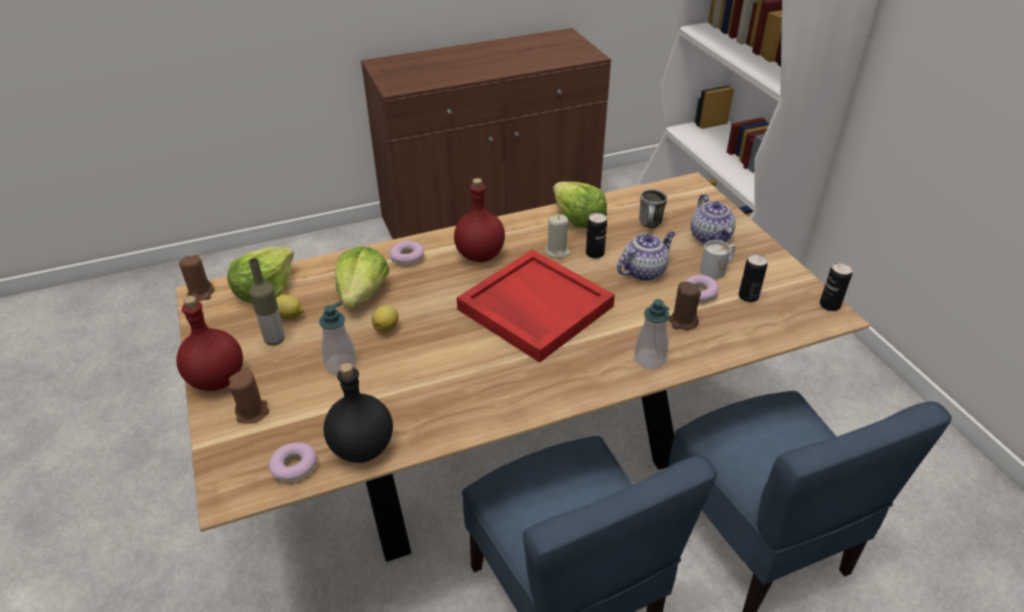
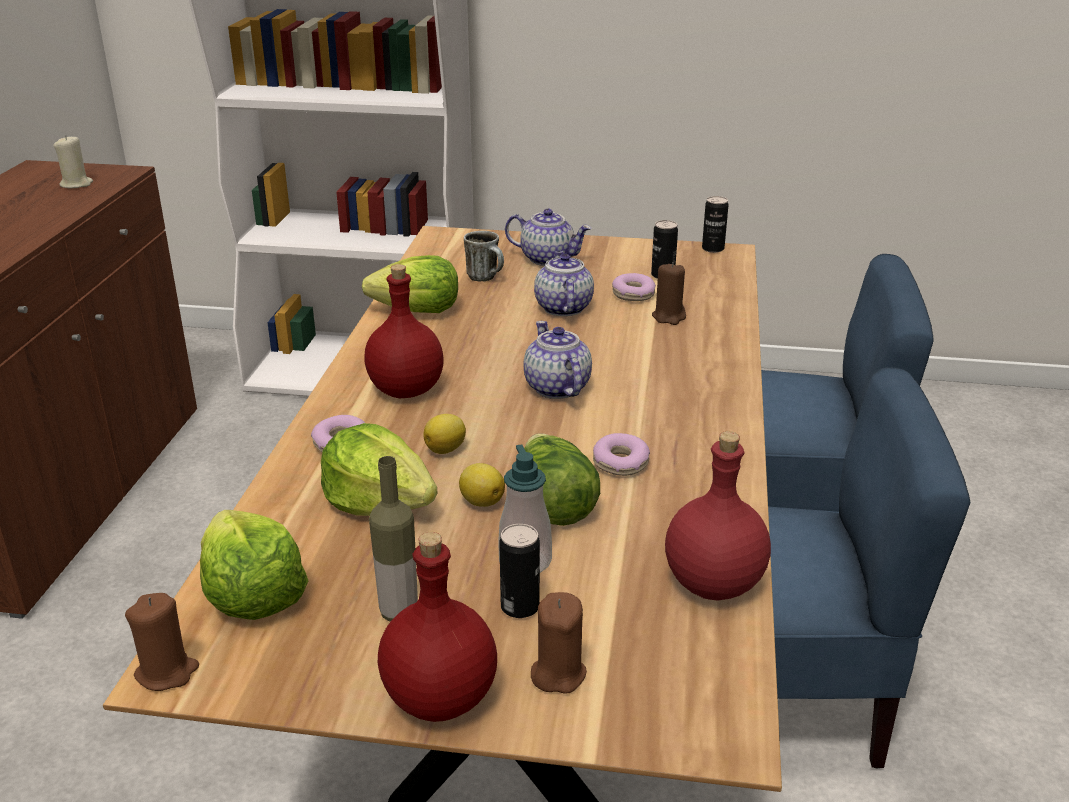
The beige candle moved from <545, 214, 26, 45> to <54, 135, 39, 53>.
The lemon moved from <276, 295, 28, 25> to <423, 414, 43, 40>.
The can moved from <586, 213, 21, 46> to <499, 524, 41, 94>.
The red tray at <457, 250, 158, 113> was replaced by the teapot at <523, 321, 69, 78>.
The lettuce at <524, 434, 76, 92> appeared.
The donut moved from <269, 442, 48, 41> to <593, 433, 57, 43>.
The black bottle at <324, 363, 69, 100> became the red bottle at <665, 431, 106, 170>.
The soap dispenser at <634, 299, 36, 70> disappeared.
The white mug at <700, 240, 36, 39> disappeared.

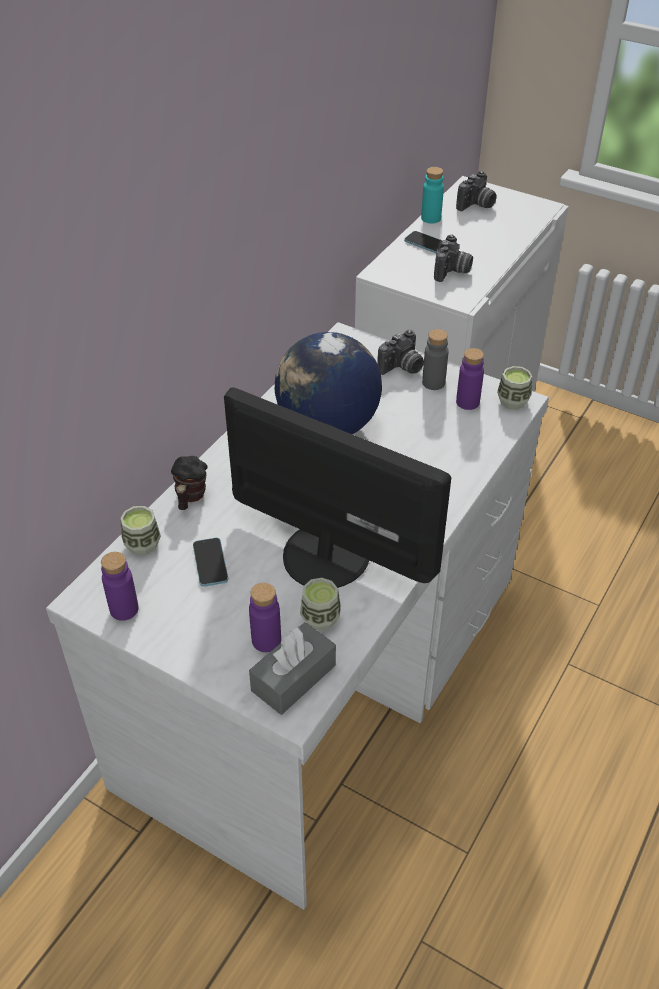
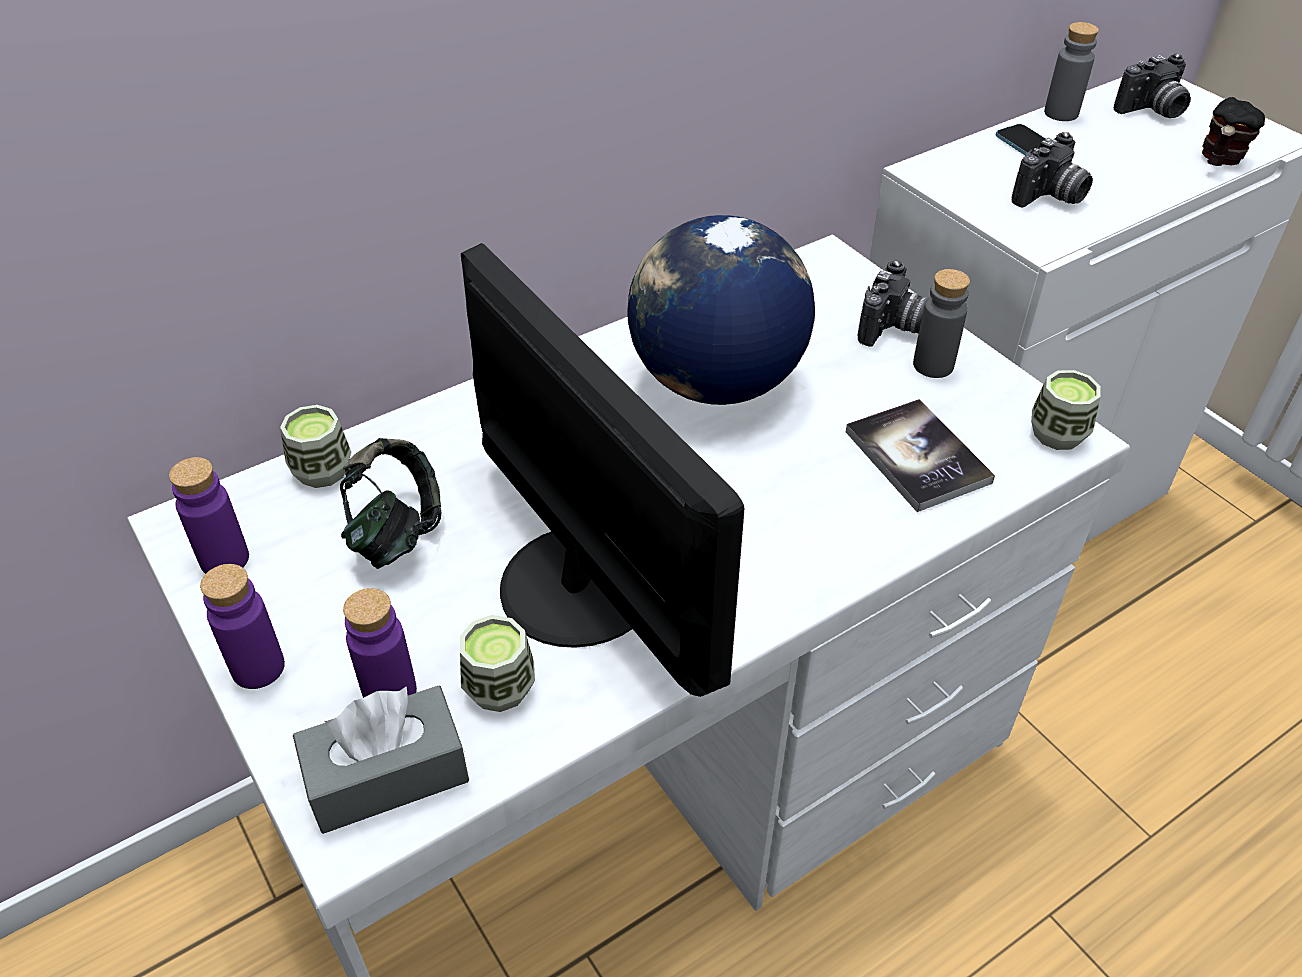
The purple bottle moved from <456, 348, 28, 62> to <200, 564, 85, 125>.
The phone at <193, 538, 35, 49> was replaced by the headphones at <340, 438, 101, 131>.
The book at <846, 399, 149, 113> appeared.
The photo camera at <377, 330, 47, 45> turned 45 degrees counterclockwise.
The turquoise bottle at <421, 167, 23, 57> became the grey bottle at <1044, 22, 55, 99>.
The mug moved from <171, 456, 37, 54> to <1202, 97, 63, 69>.

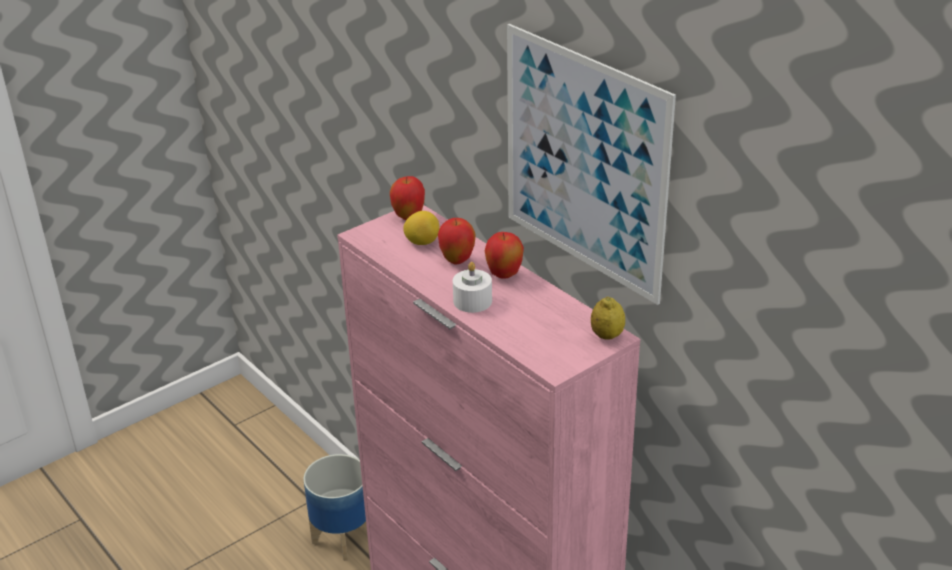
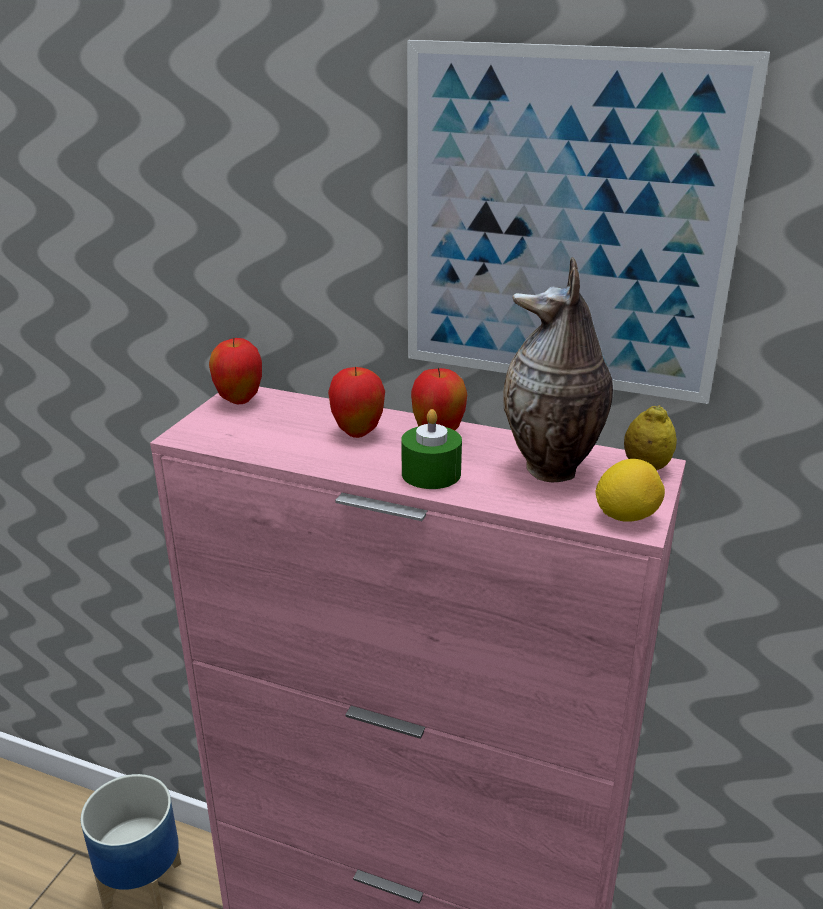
The white candle at <453, 262, 39, 51> became the green candle at <401, 409, 61, 80>.
The vase at <503, 257, 110, 225> appeared.
The lemon moved from <403, 211, 36, 34> to <595, 459, 70, 63>.

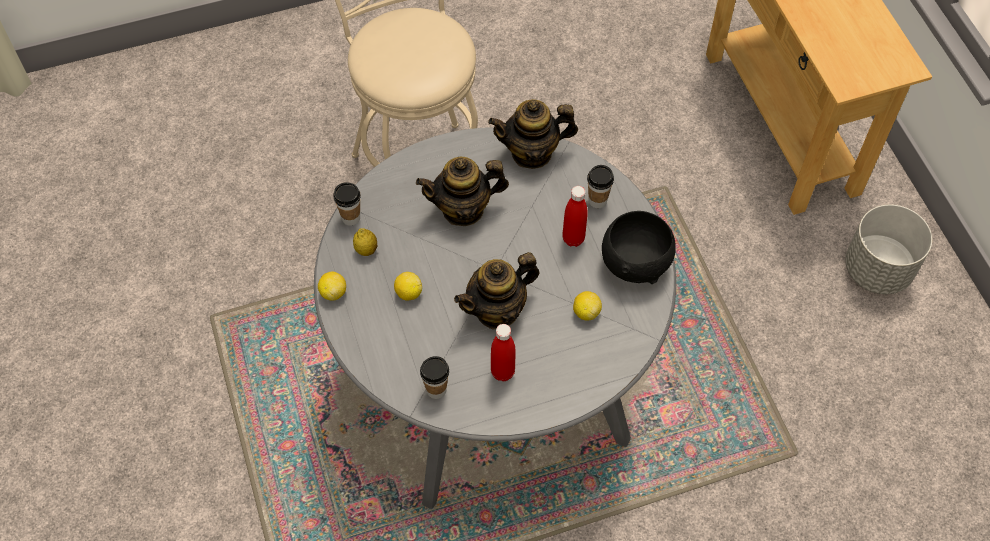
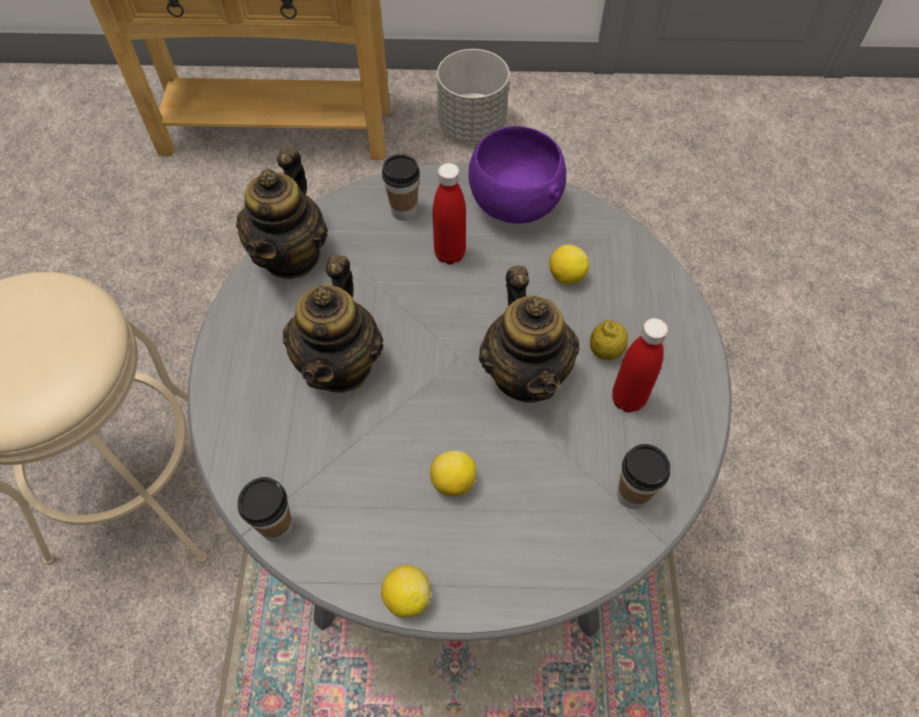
The black bowl at <602, 211, 74, 73> became the purple bowl at <468, 126, 98, 98>.
The lemon moved from <353, 228, 25, 28> to <590, 320, 38, 40>.

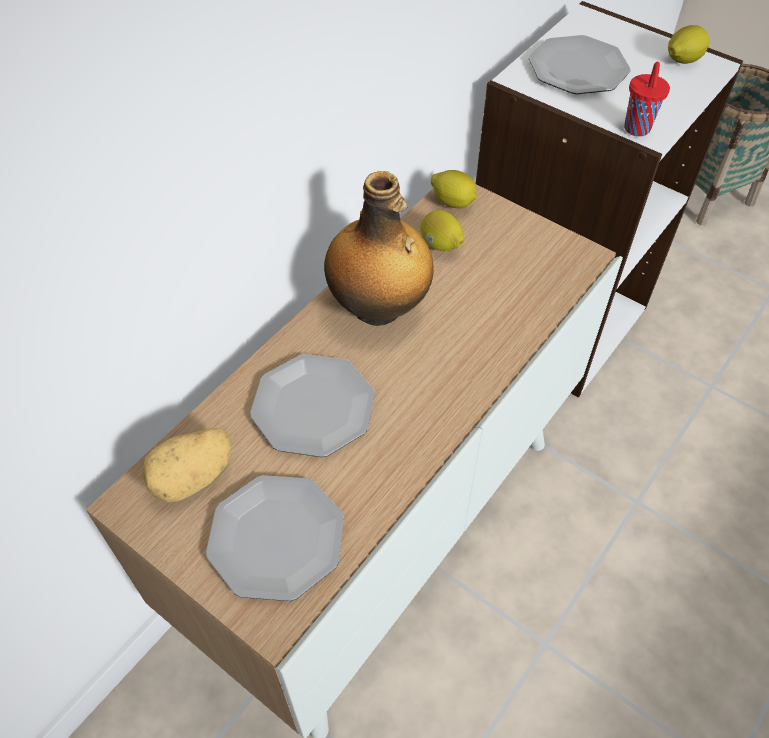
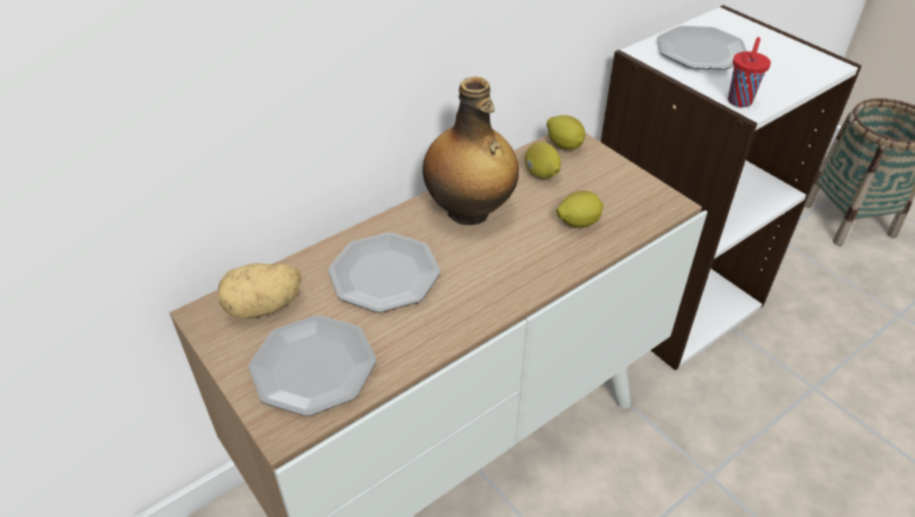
The lemon moved from <668, 25, 41, 39> to <556, 191, 48, 37>.

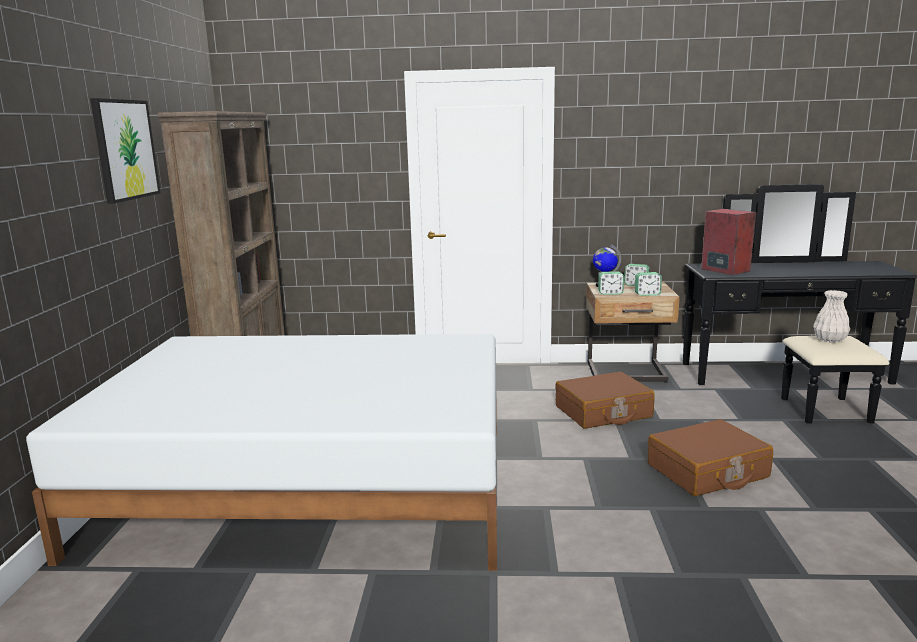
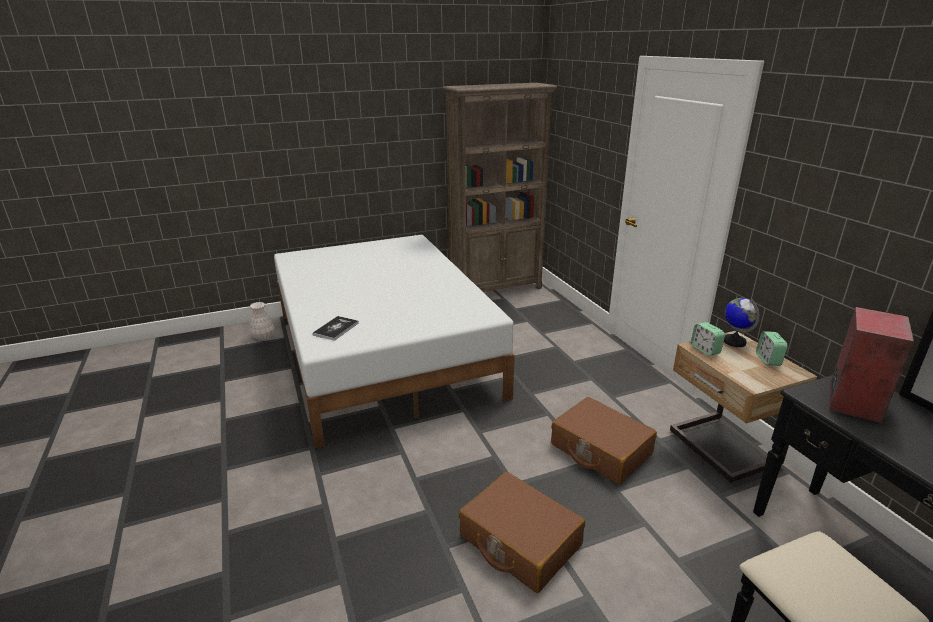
The white vase moved from <813, 290, 37, 53> to <249, 302, 25, 38>.
The book at <313, 316, 46, 25> appeared.
The picture at <90, 98, 70, 106> disappeared.
The alarm clock at <635, 272, 27, 24> disappeared.

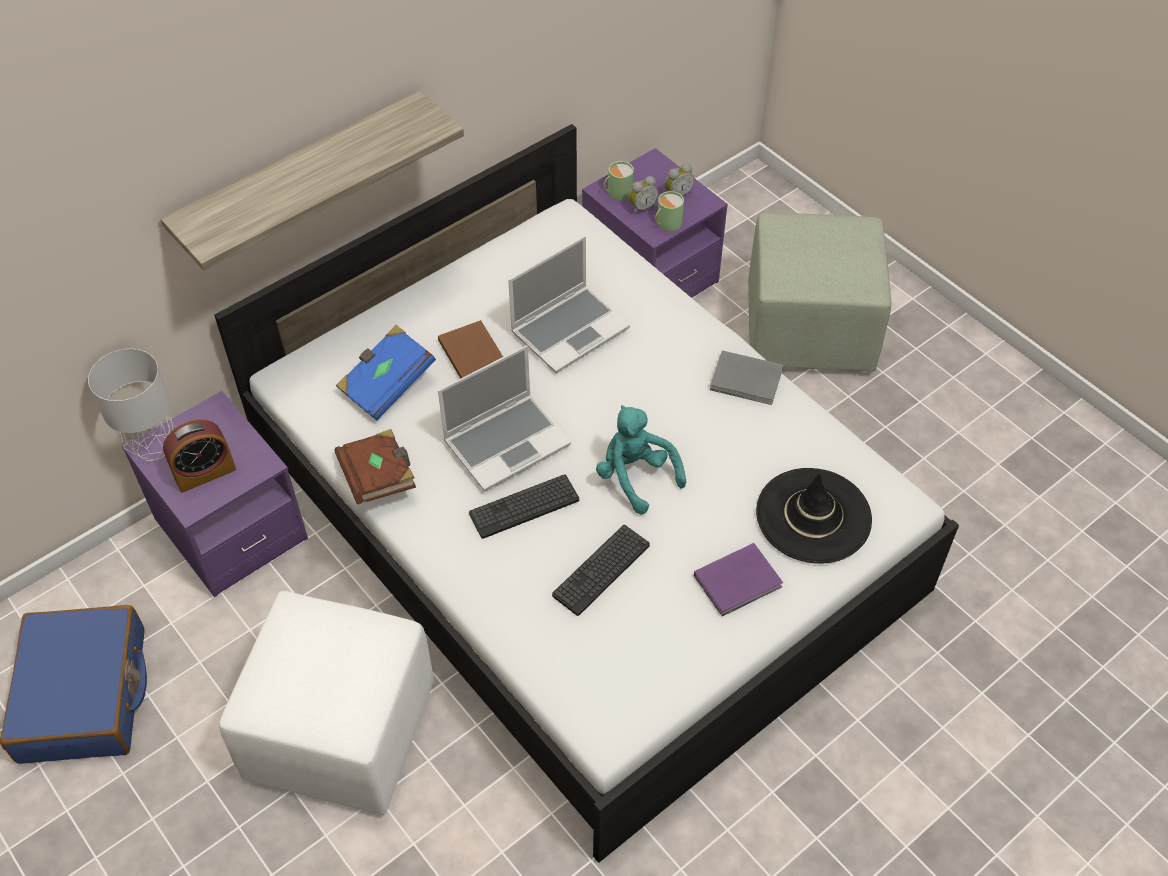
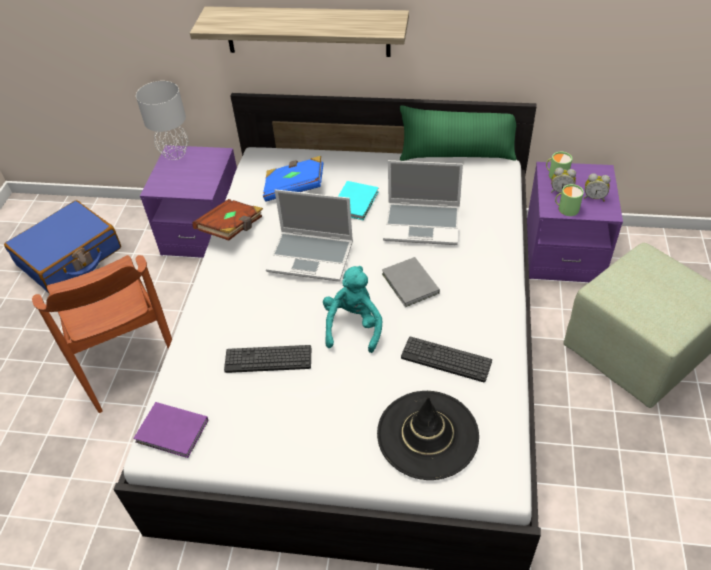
The white ottoman at <219, 591, 215, 224> was replaced by the brown chair at <32, 255, 140, 158>.
The purple book moved from <694, 543, 89, 74> to <133, 402, 75, 56>.
The brown book at <438, 320, 65, 59> became the turquoise book at <338, 181, 41, 39>.
The grey book moved from <710, 350, 73, 55> to <382, 257, 58, 50>.
The green pillow at <400, 105, 116, 56> appeared.
The keyboard moved from <469, 474, 110, 65> to <401, 337, 91, 45>.
The alarm clock at <163, 419, 73, 74> disappeared.

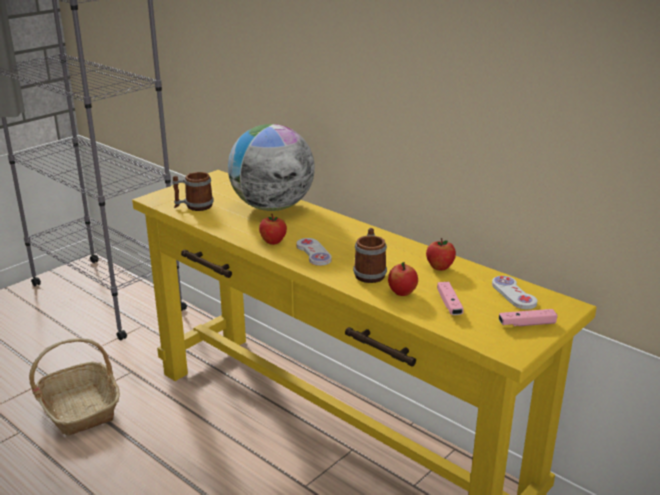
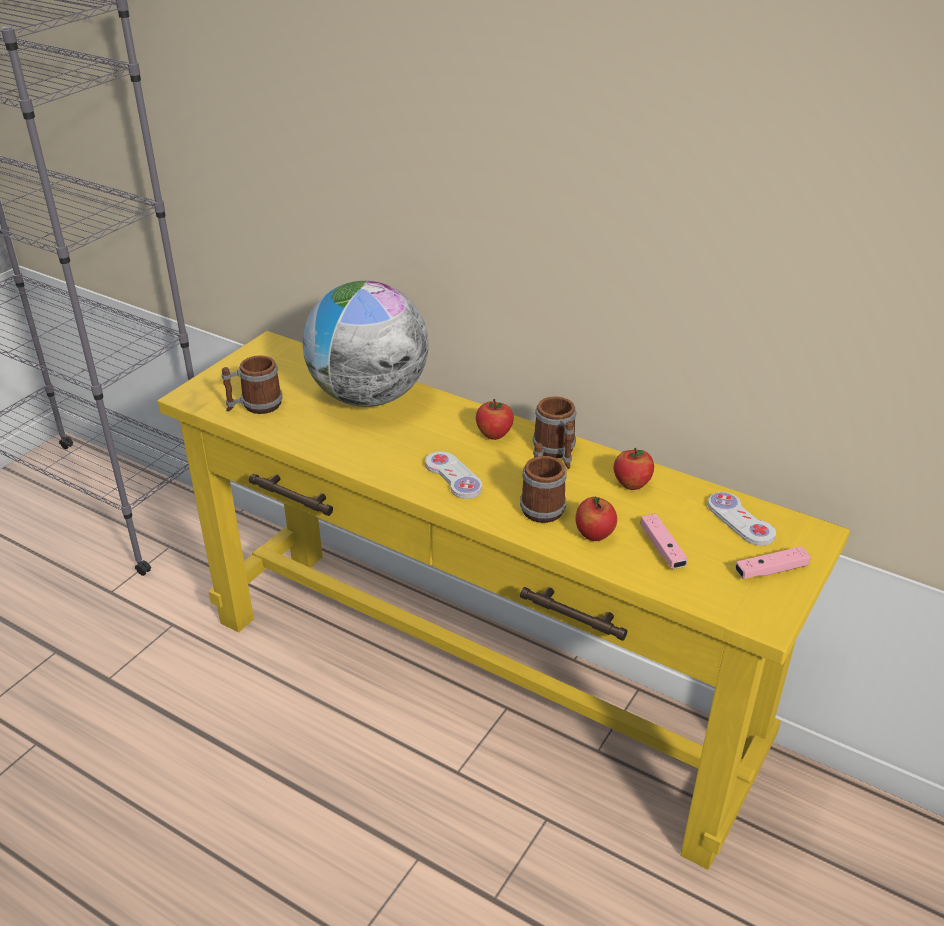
The apple moved from <259, 214, 28, 31> to <476, 399, 38, 41>.
The mug at <533, 396, 43, 73> appeared.
The basket at <29, 338, 91, 98> disappeared.

